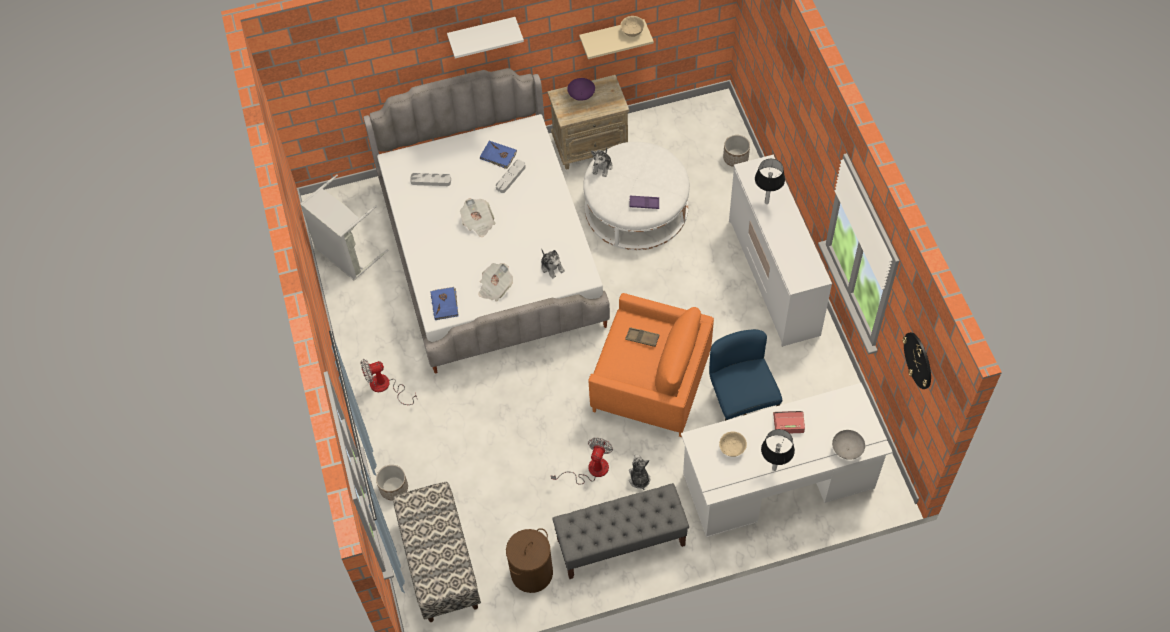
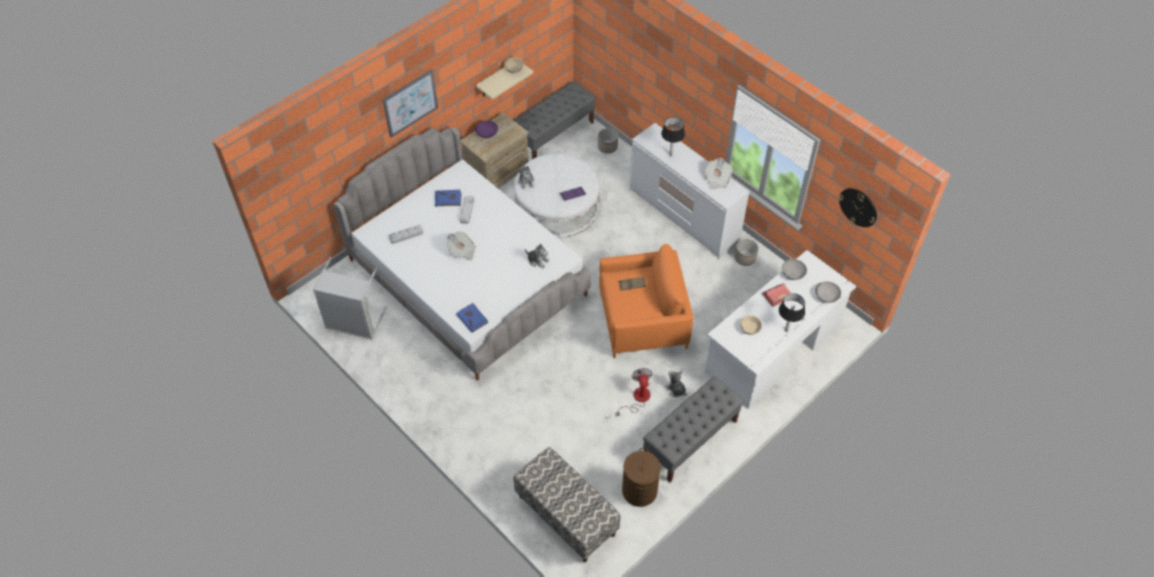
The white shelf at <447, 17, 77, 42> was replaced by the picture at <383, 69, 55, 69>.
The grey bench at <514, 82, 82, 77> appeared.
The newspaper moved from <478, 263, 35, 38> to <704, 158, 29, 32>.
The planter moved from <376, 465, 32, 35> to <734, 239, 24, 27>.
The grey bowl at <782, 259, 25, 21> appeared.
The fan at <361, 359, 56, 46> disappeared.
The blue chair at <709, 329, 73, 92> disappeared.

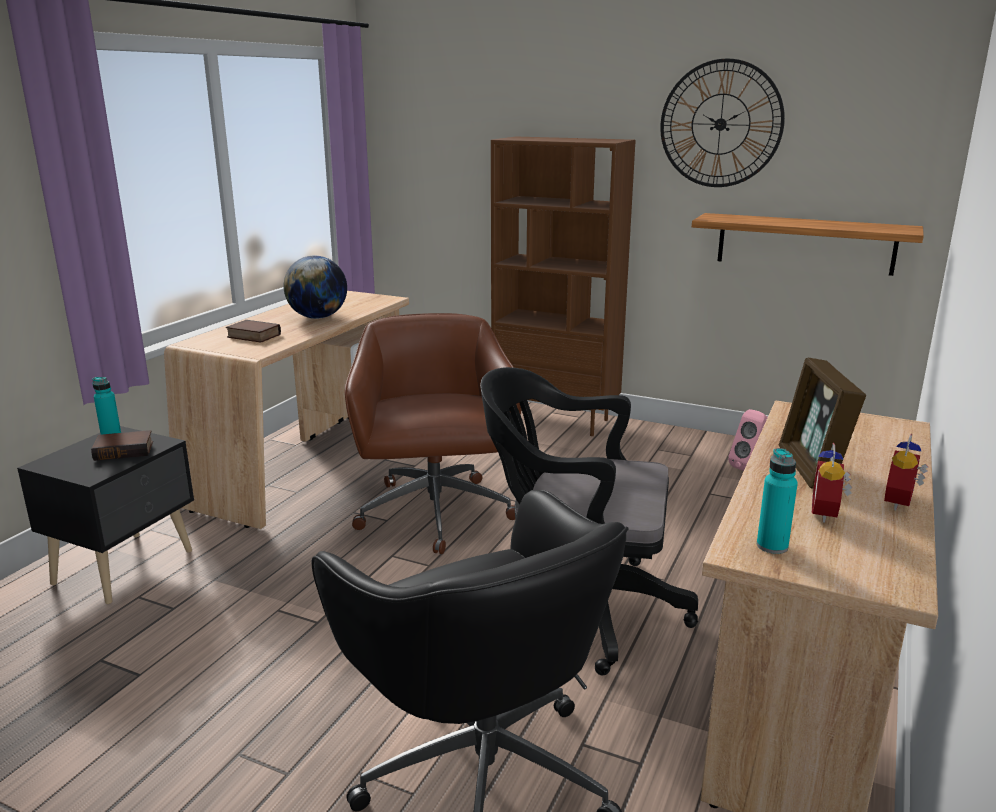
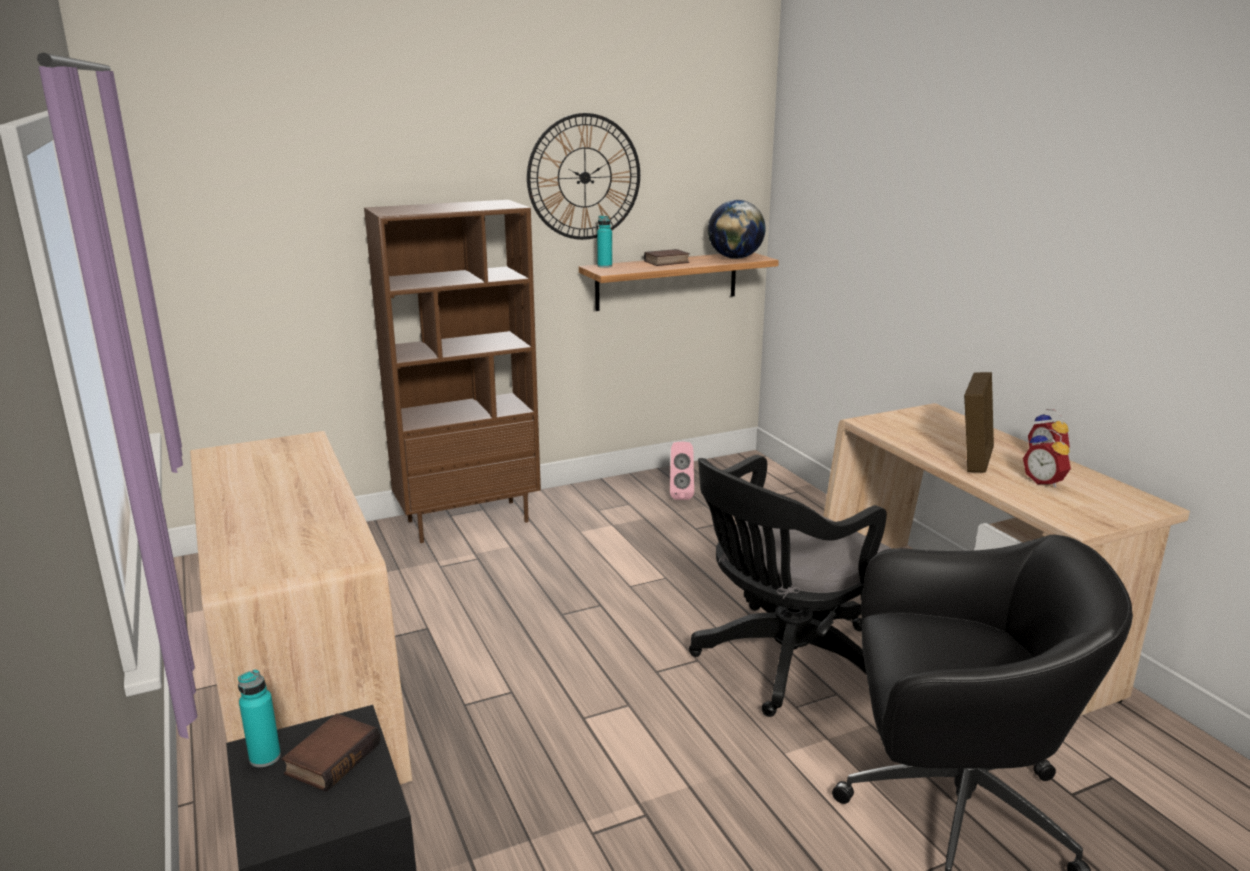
The turquoise bottle moved from <757, 448, 41, 106> to <597, 215, 15, 53>.
The book moved from <226, 320, 55, 23> to <644, 249, 46, 17>.
The globe moved from <283, 256, 64, 63> to <708, 200, 57, 59>.
The picture frame at <779, 357, 87, 131> turned 105 degrees counterclockwise.
The brown office chair at <345, 313, 176, 241> disappeared.

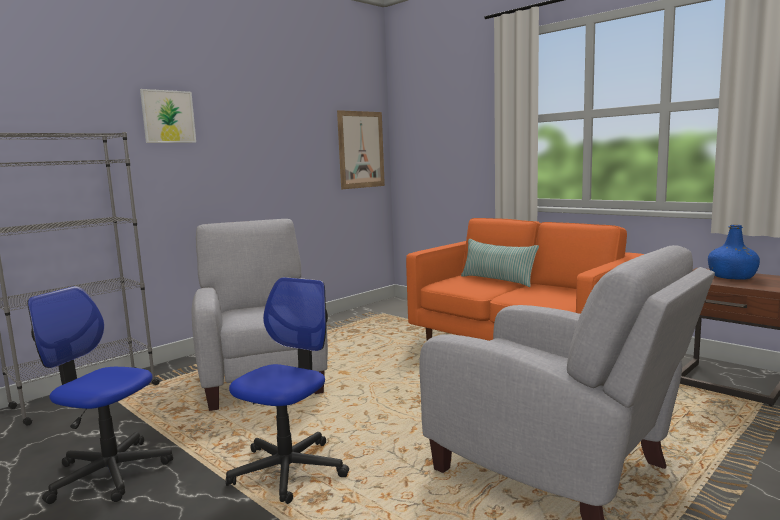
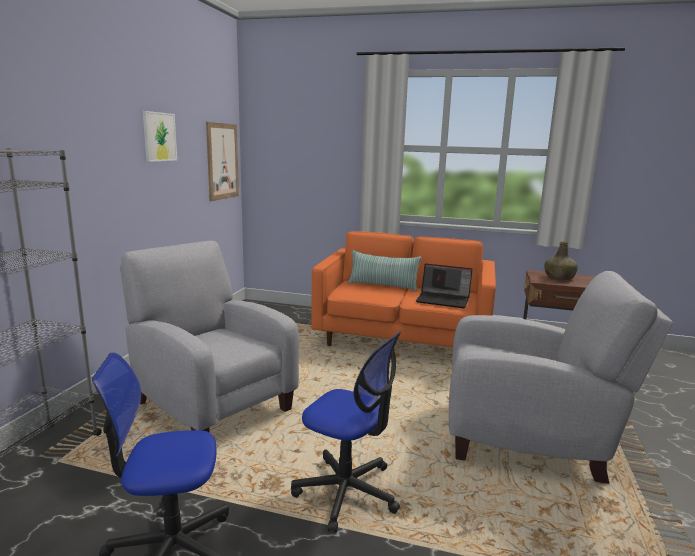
The picture moved from <140, 89, 56, 54> to <143, 111, 34, 51>.
The office chair at <226, 277, 123, 227> turned 120 degrees clockwise.
The laptop at <416, 264, 57, 44> appeared.
The blue bottle at <708, 224, 52, 56> became the green bottle at <545, 241, 33, 39>.

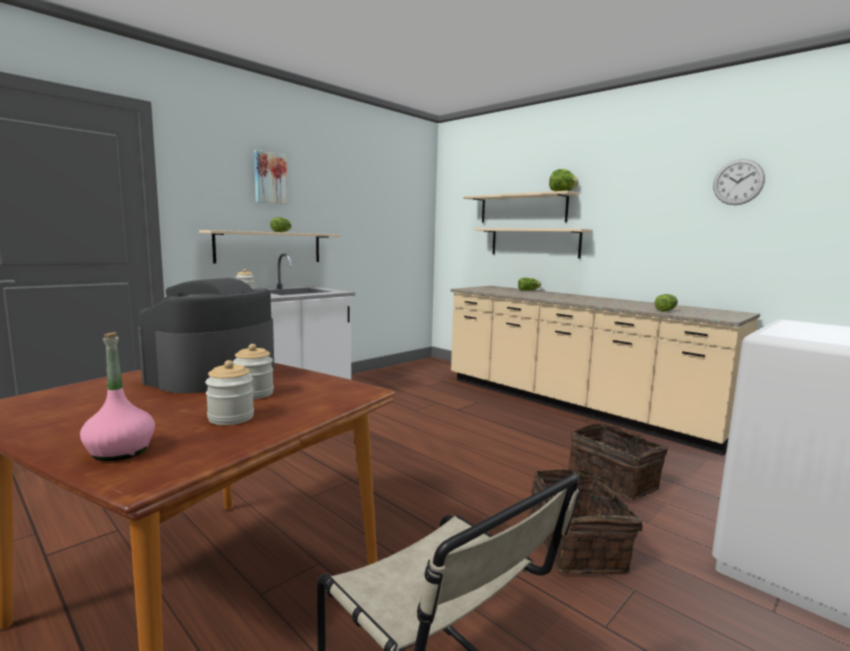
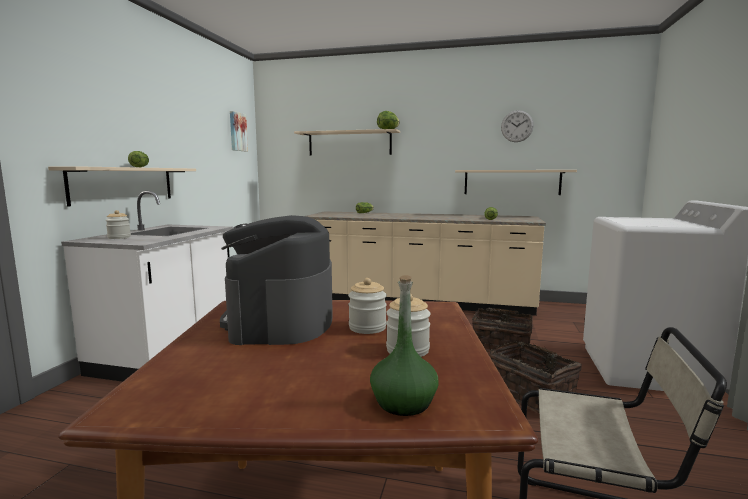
The picture moved from <254, 150, 33, 54> to <230, 111, 18, 40>.
The pink bottle at <80, 332, 75, 129> became the green bottle at <370, 275, 68, 141>.
The beige shelf moved from <474, 228, 119, 30> to <455, 170, 122, 25>.

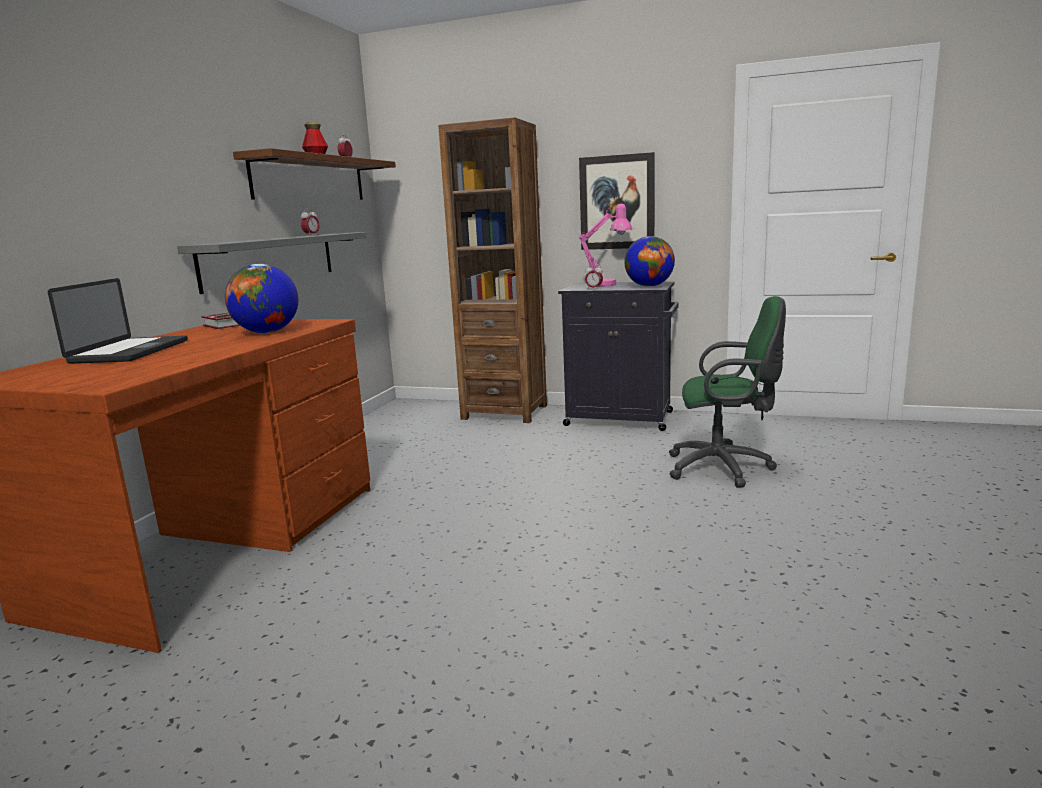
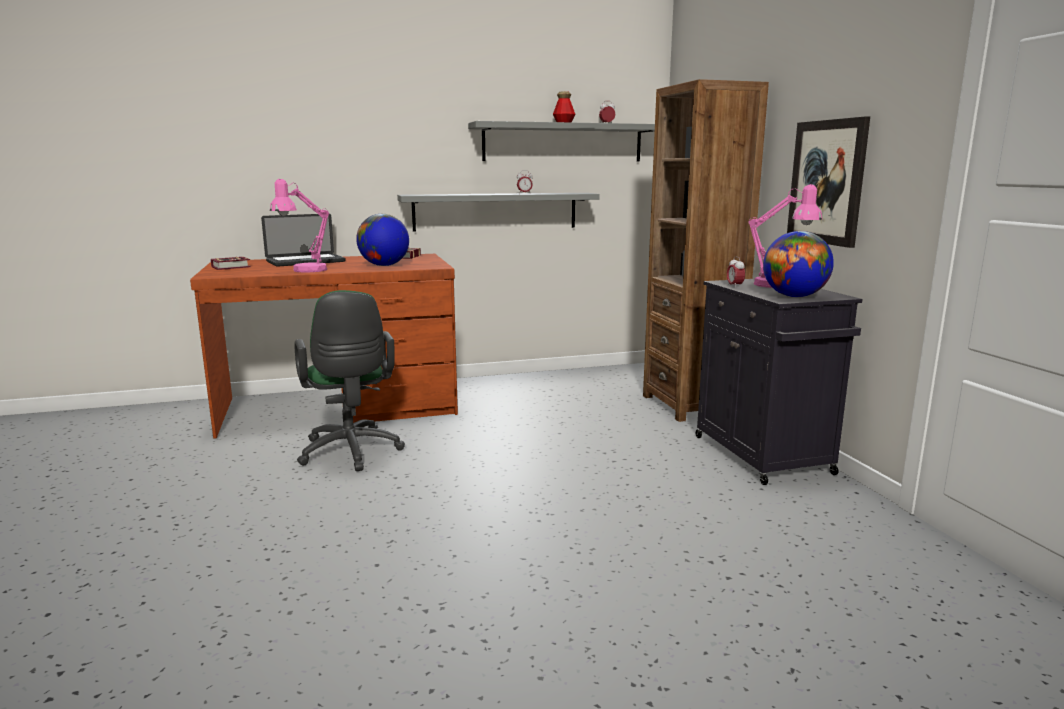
The book at <211, 257, 40, 13> appeared.
The pink table lamp at <270, 179, 60, 94> appeared.
The green office chair moved from <669, 296, 117, 192> to <295, 290, 110, 181>.
The brown shelf at <233, 148, 163, 52> became the grey shelf at <468, 121, 187, 40>.

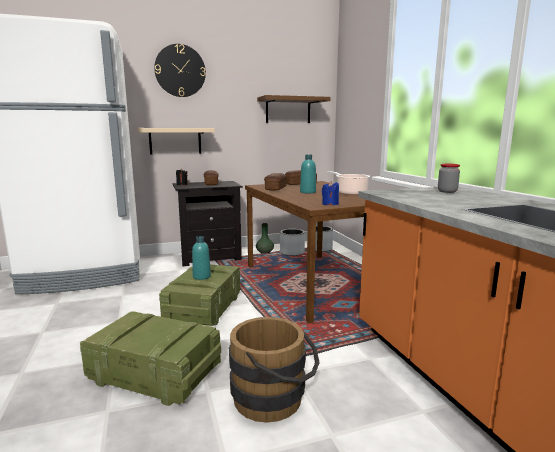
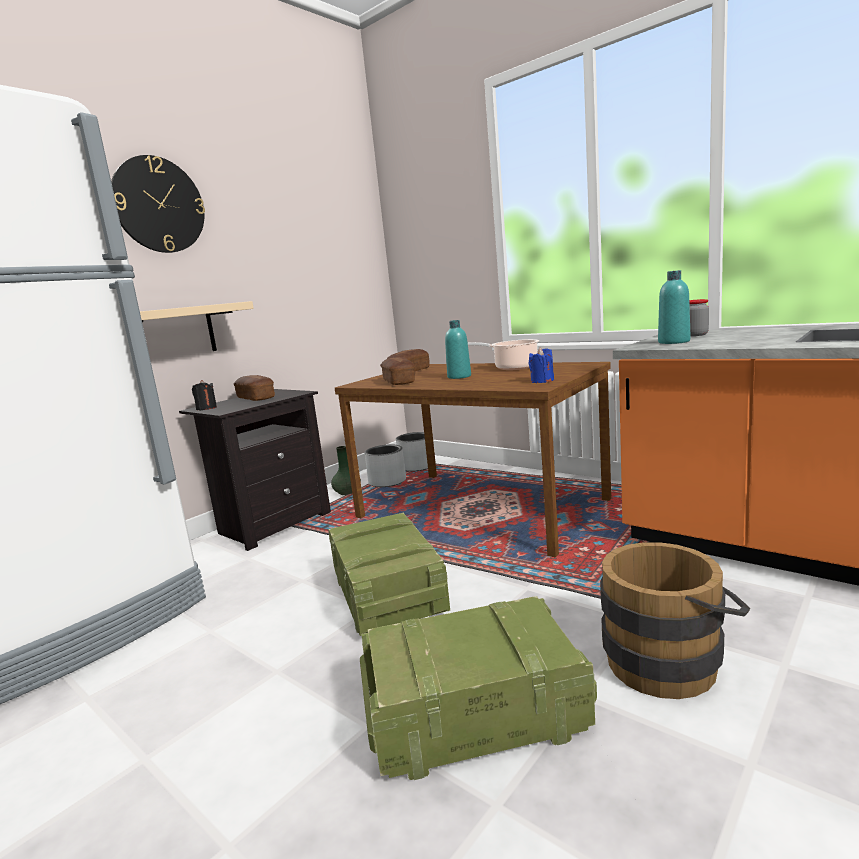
The turquoise bottle moved from <192, 236, 19, 44> to <658, 270, 32, 74>.
The brown shelf at <257, 95, 73, 28> disappeared.

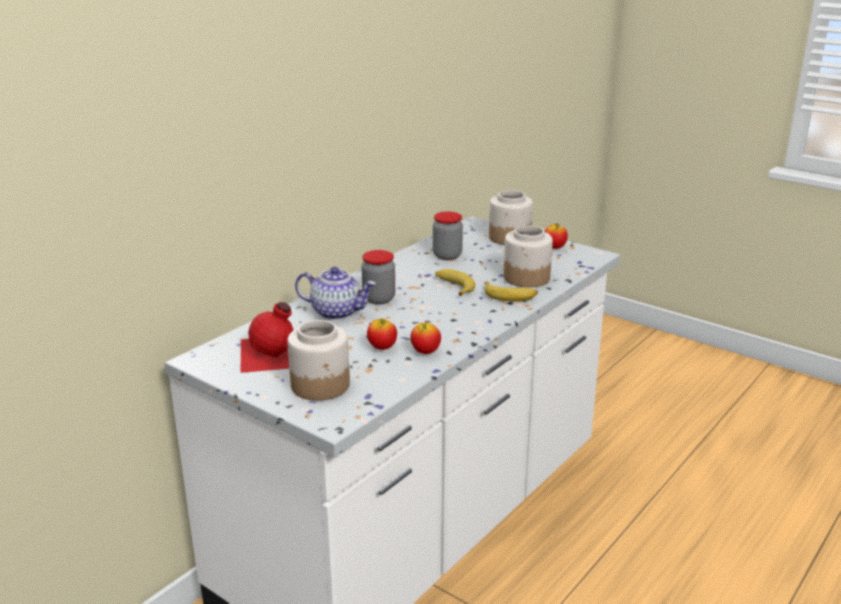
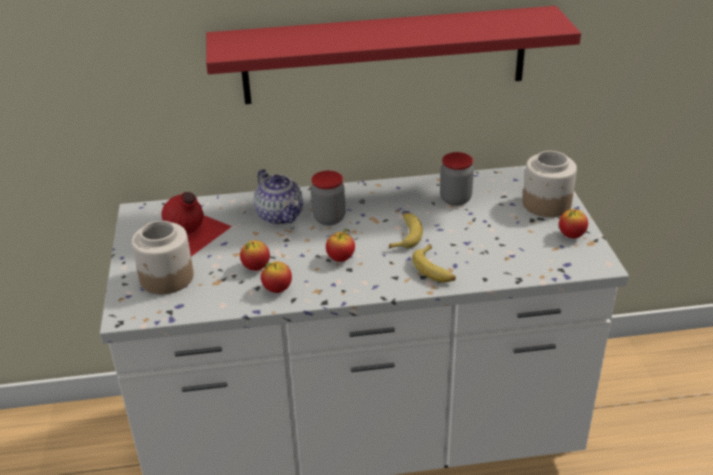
The red shelf at <206, 6, 375, 98> appeared.
The apple at <326, 229, 29, 33> appeared.
The jar at <503, 225, 50, 62> disappeared.

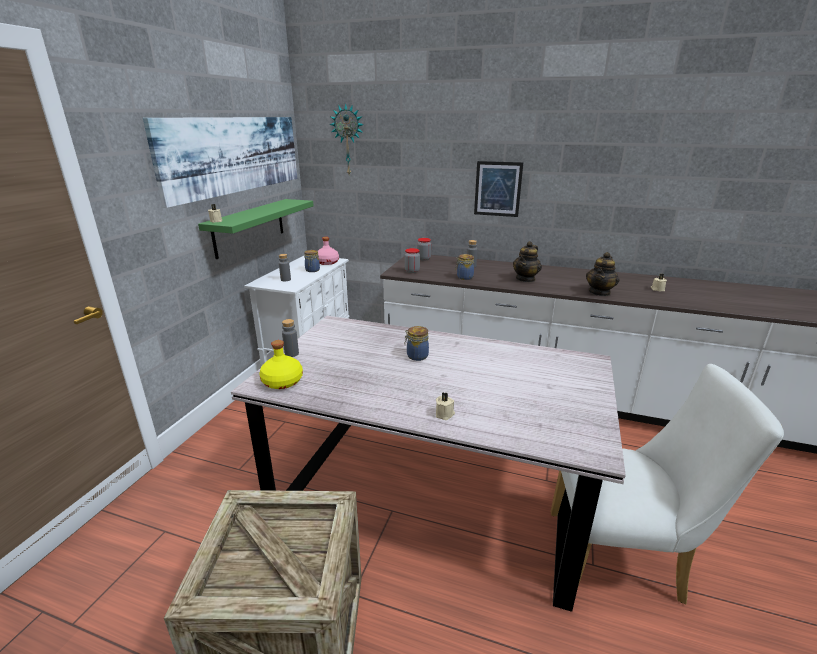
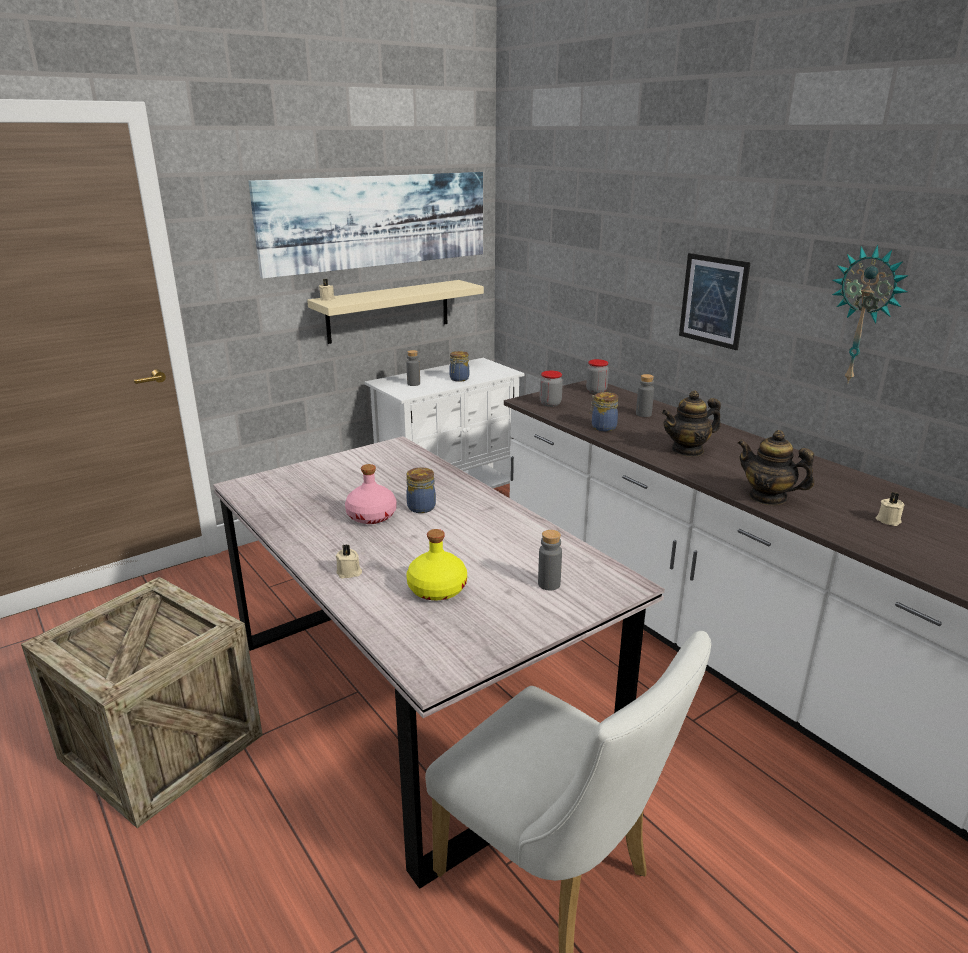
The green shelf at <198, 199, 116, 60> became the beige shelf at <307, 280, 177, 64>.
The pink bottle moved from <318, 237, 21, 28> to <345, 464, 52, 60>.
The yellow bottle moved from <259, 340, 44, 49> to <406, 529, 61, 71>.
The grey bottle moved from <282, 319, 17, 38> to <538, 530, 24, 60>.
The teapot at <586, 252, 34, 45> turned 60 degrees clockwise.
The wall clock moved from <330, 103, 34, 71> to <832, 245, 77, 139>.

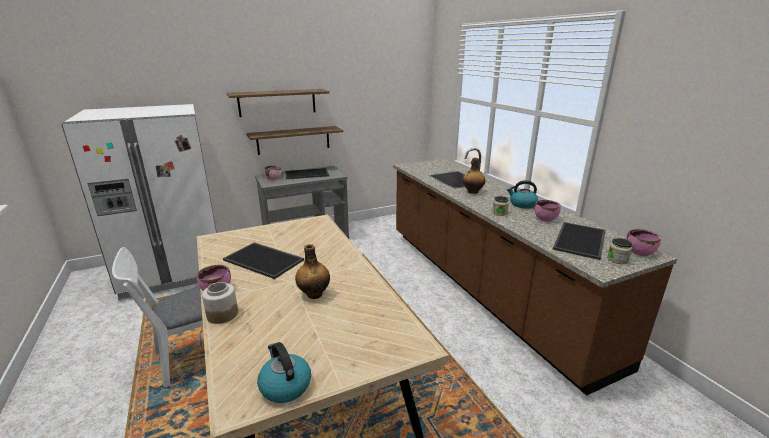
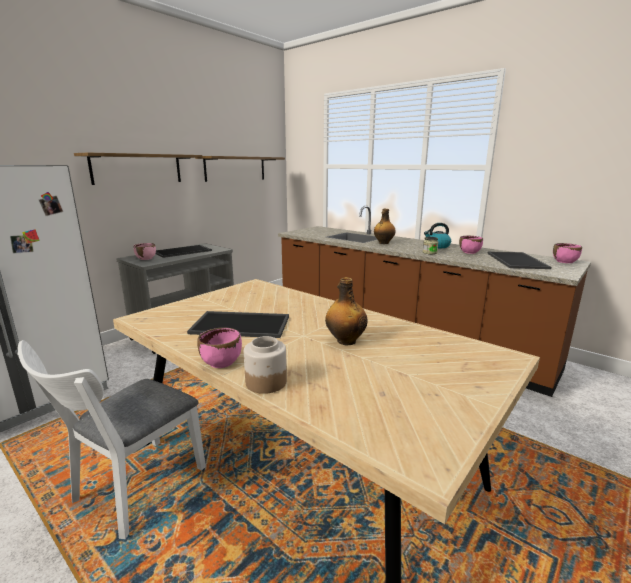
The shelf moved from <246, 126, 97, 29> to <195, 156, 90, 26>.
The kettle at <257, 342, 54, 61> disappeared.
The jar at <607, 238, 25, 26> disappeared.

